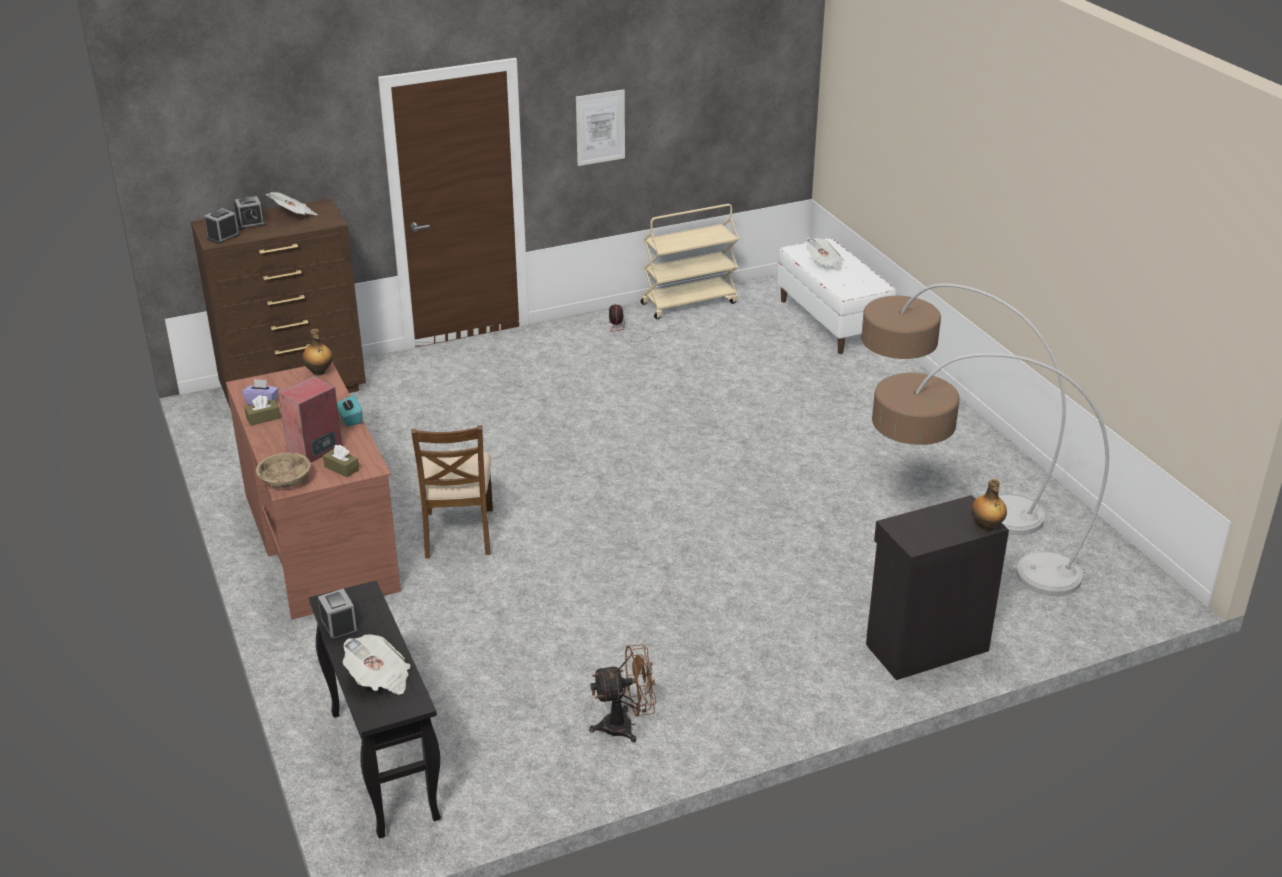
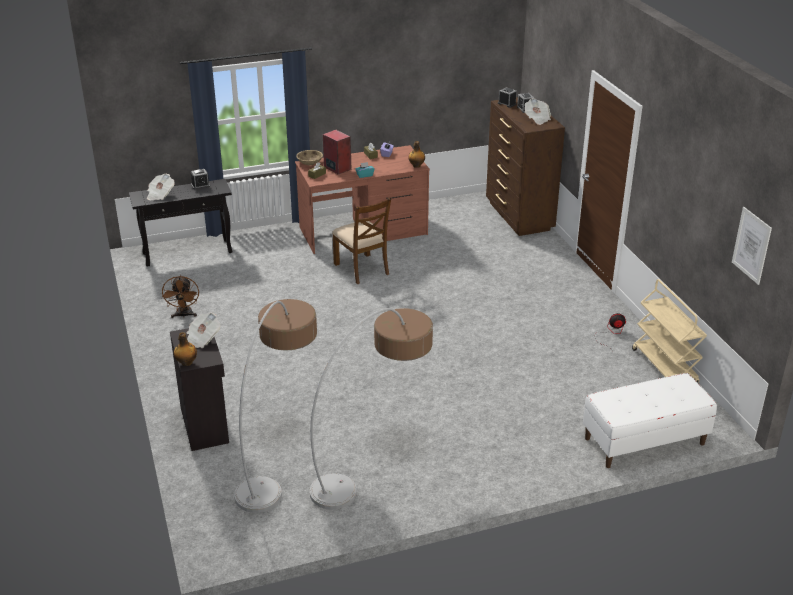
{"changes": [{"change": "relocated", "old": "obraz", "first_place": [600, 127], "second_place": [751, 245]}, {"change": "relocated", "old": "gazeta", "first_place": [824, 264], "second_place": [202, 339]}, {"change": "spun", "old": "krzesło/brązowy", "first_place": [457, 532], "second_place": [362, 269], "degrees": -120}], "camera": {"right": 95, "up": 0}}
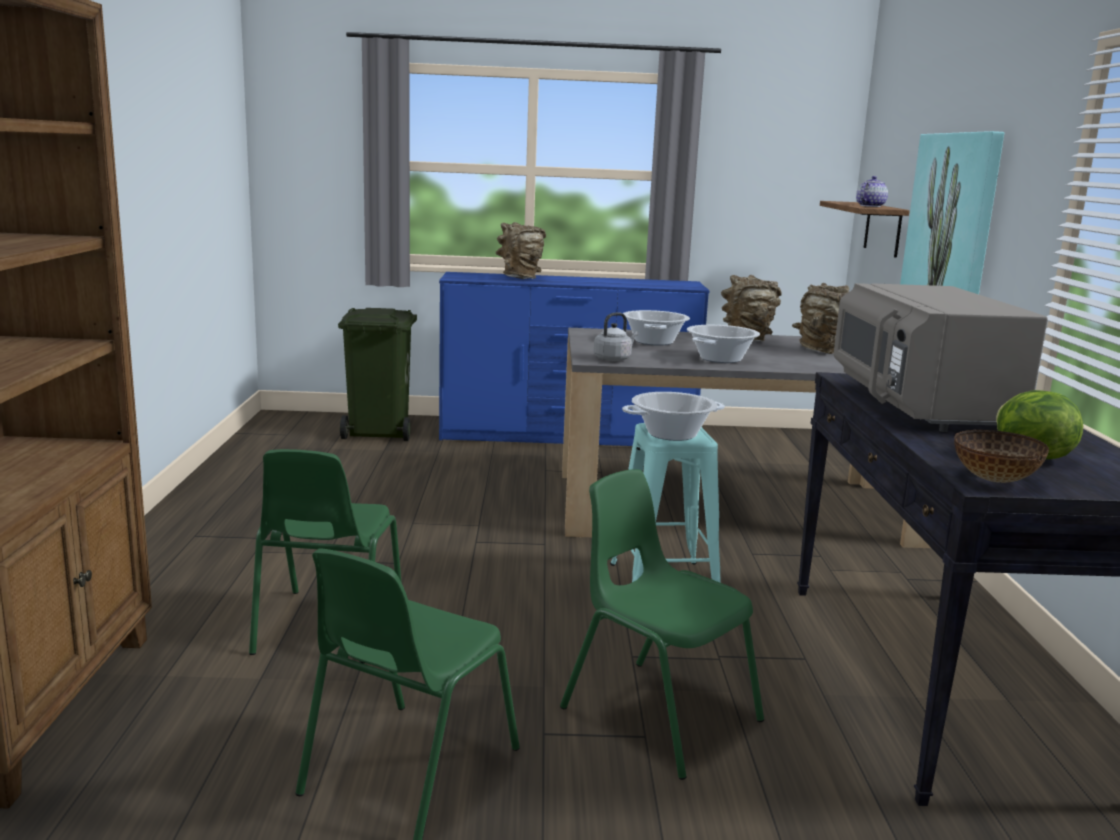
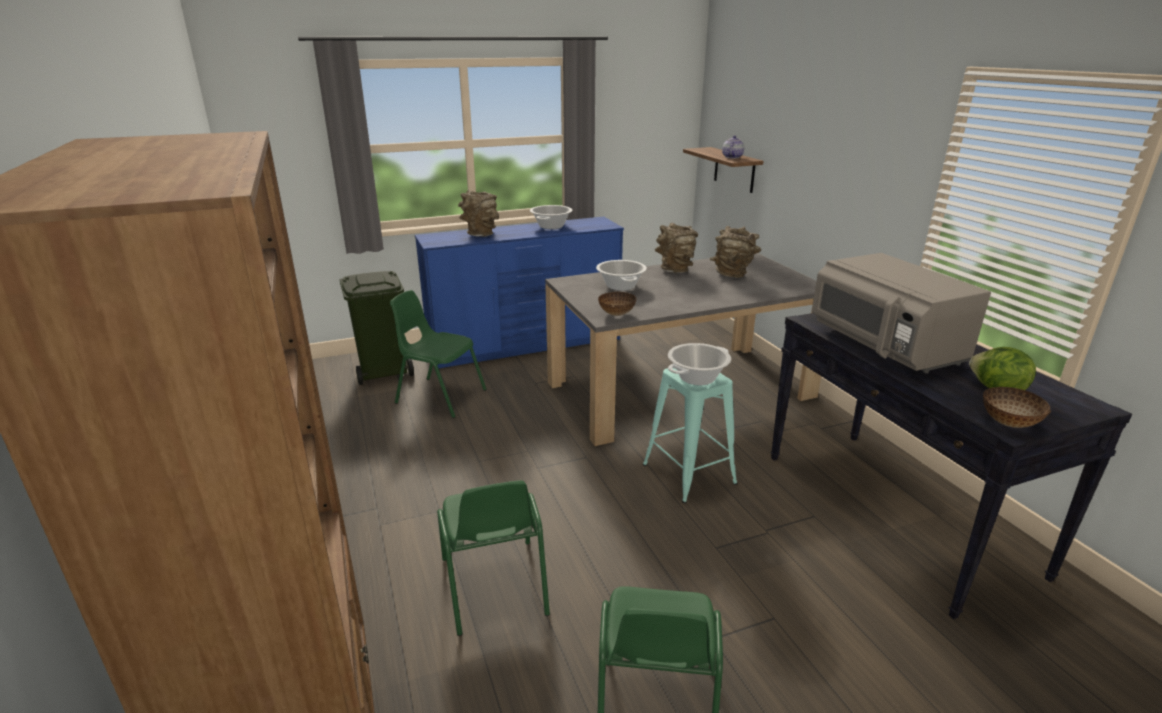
{"changes": [{"change": "missing", "old": "obraz", "first_place": [952, 224]}, {"change": "exchanged", "old": "czajnik/szary", "new": "miska", "first_place": [614, 359], "second_place": [616, 314]}, {"change": "relocated", "old": "garnek", "first_place": [720, 359], "second_place": [551, 226]}, {"change": "relocated", "old": "krzesło/zielony", "first_place": [658, 713], "second_place": [440, 396]}], "camera": {"right": -20, "up": 10}}
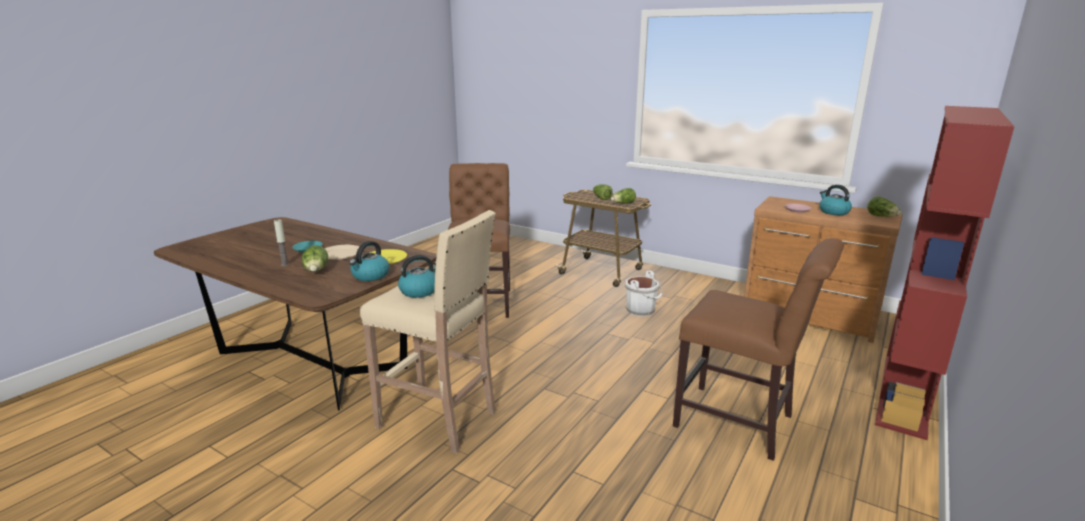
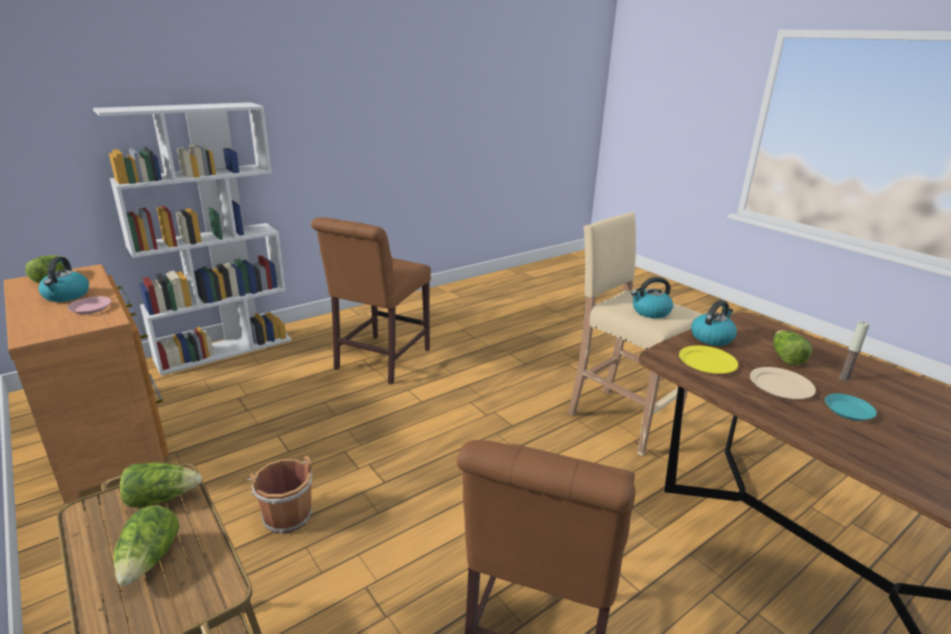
{"changes": [{"change": "colour", "old": "regał/czerwony", "new": "regał/biały", "first_place": [905, 394], "second_place": [225, 349]}, {"change": "spun", "old": "krzesło/brązowy", "first_place": [740, 423], "second_place": [379, 361], "degrees": -120}, {"change": "colour", "old": "wiadro/biały", "new": "wiadro/brązowy", "first_place": [641, 310], "second_place": [286, 515]}], "camera": {"right": -160, "up": 5}}
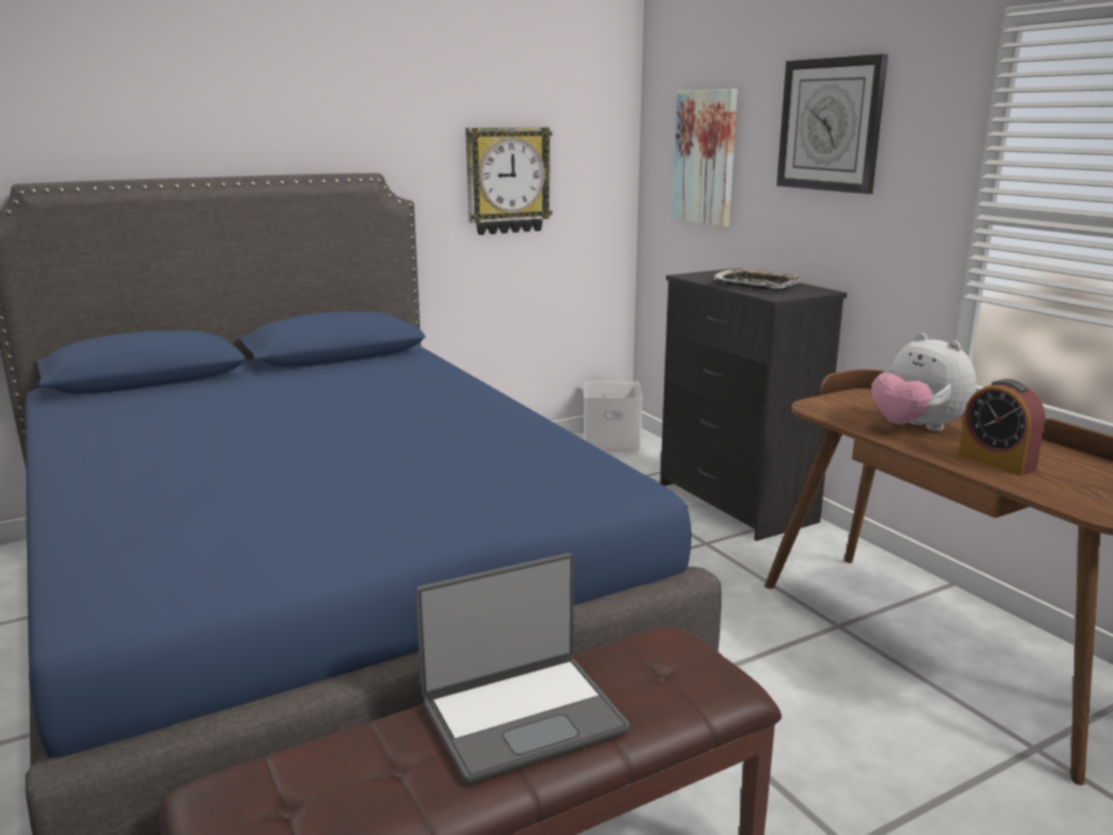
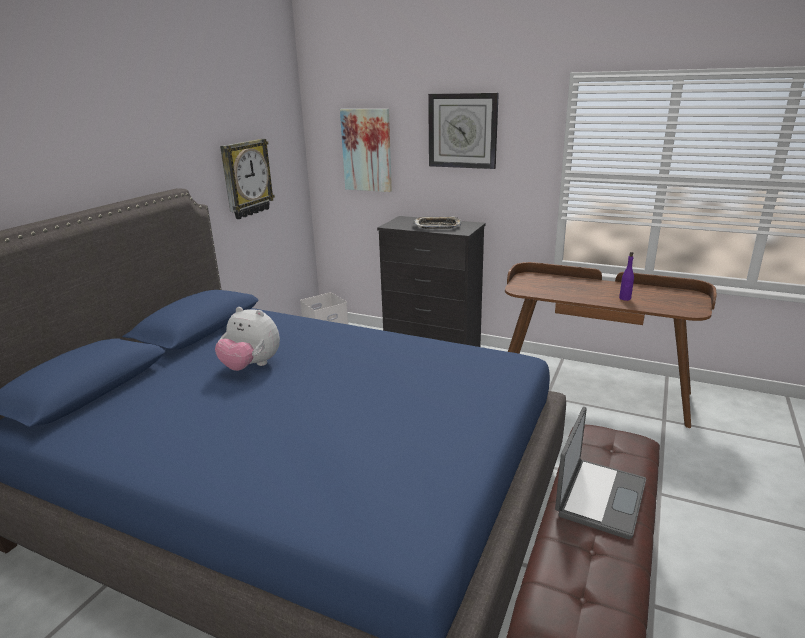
{"changes": [{"change": "relocated", "old": "pluszak", "first_place": [916, 428], "second_place": [251, 366]}, {"change": "exchanged", "old": "budzik", "new": "butelka/fioletowy", "first_place": [996, 462], "second_place": [625, 298]}], "camera": {"right": -35, "up": 5}}
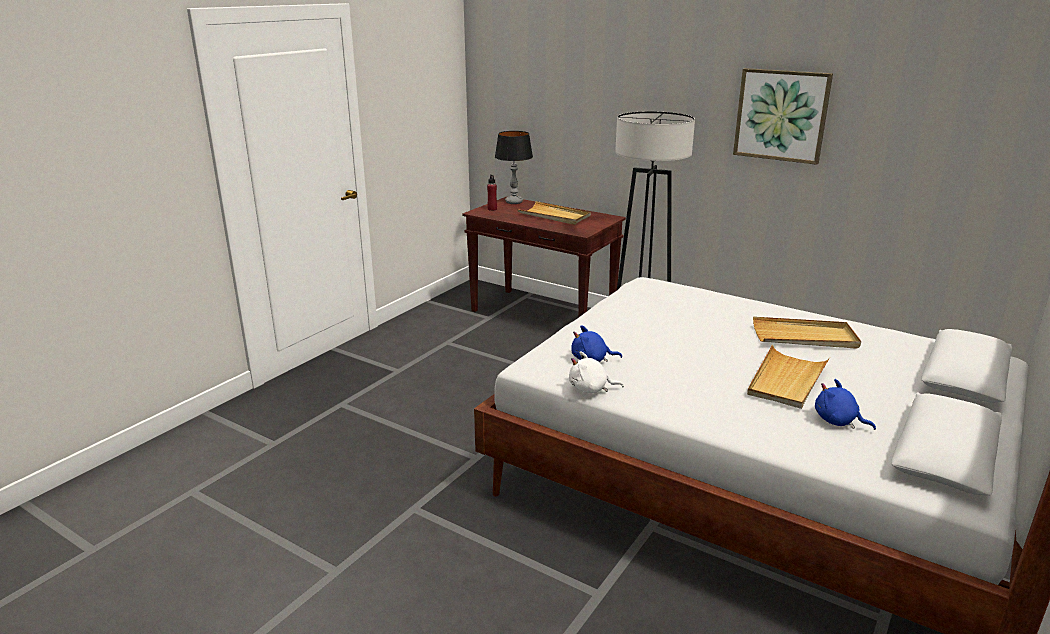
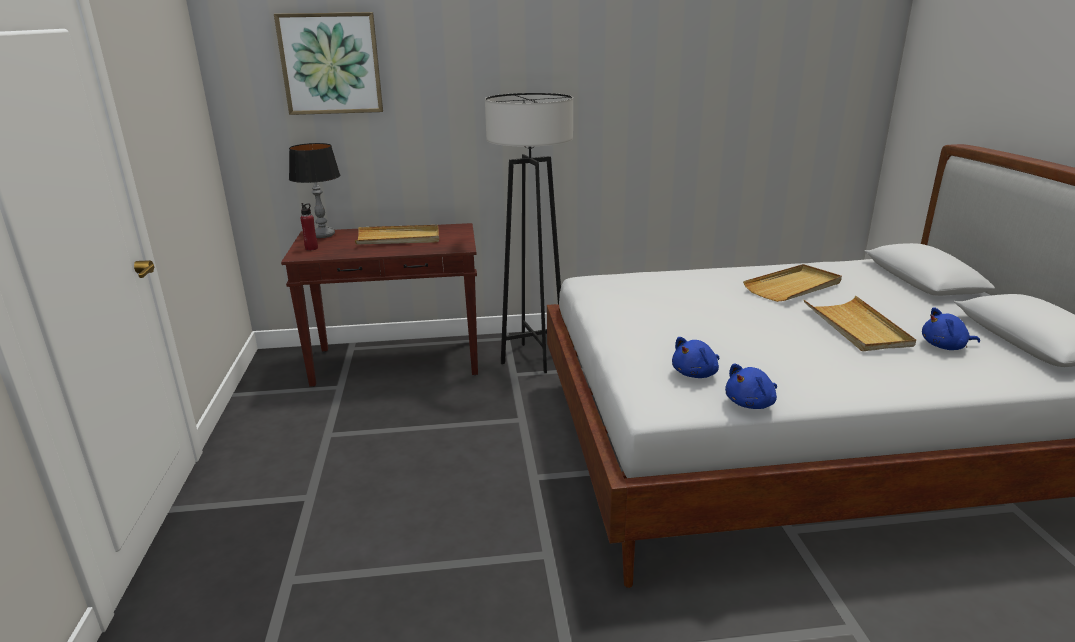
{"changes": [{"change": "relocated", "old": "obraz", "first_place": [781, 115], "second_place": [331, 64]}, {"change": "colour", "old": "pluszak/biały", "new": "pluszak/niebieski", "first_place": [591, 389], "second_place": [751, 403]}], "camera": {"right": -40, "up": 0}}
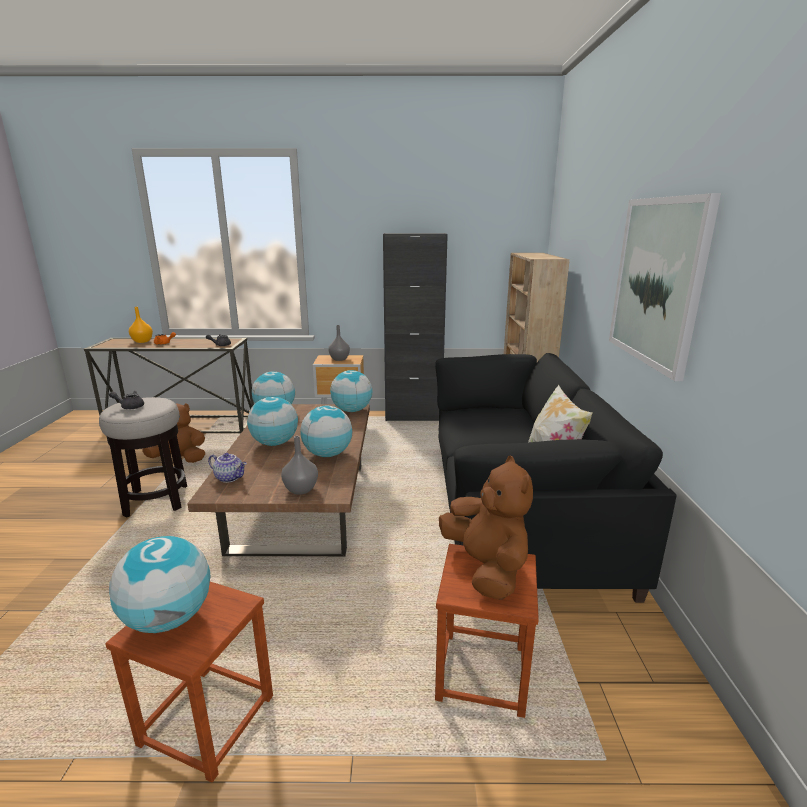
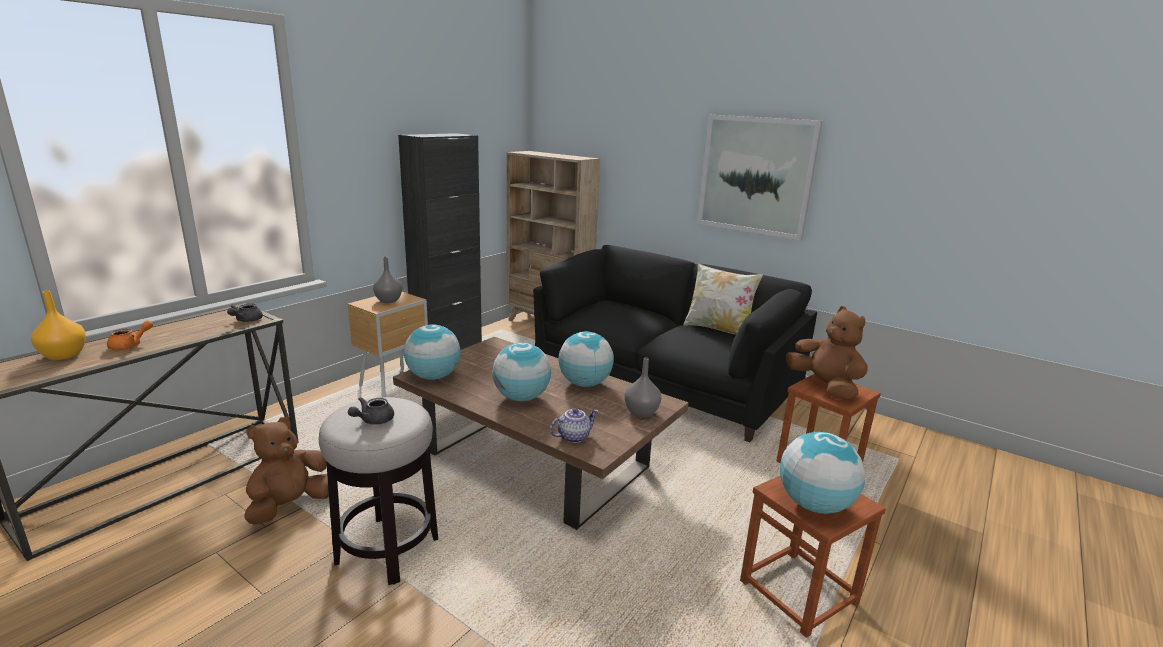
{"changes": [{"change": "missing", "old": "globus", "first_place": [352, 410]}, {"change": "spun", "old": "pluszak/brązowy", "first_place": [486, 568], "second_place": [825, 387], "degrees": 45}], "camera": {"right": -55, "up": 0}}
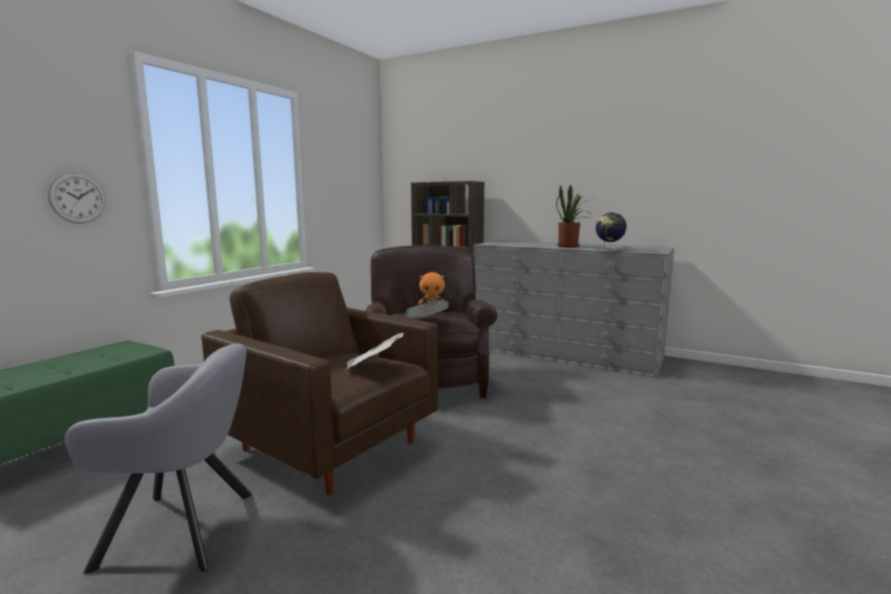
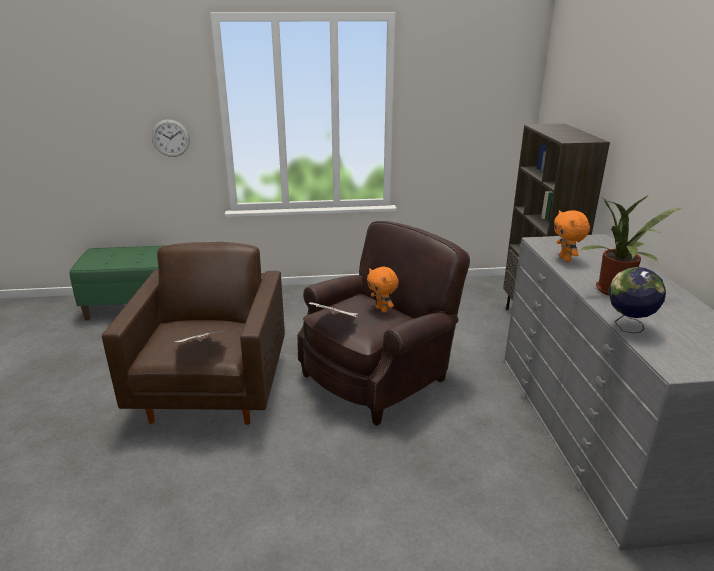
{"changes": [{"change": "missing", "old": "fotel/szary", "first_place": [186, 529]}, {"change": "appeared", "new": "pluszak/pomarańczowy", "second_place": [565, 259]}], "camera": {"right": 55, "up": 15}}
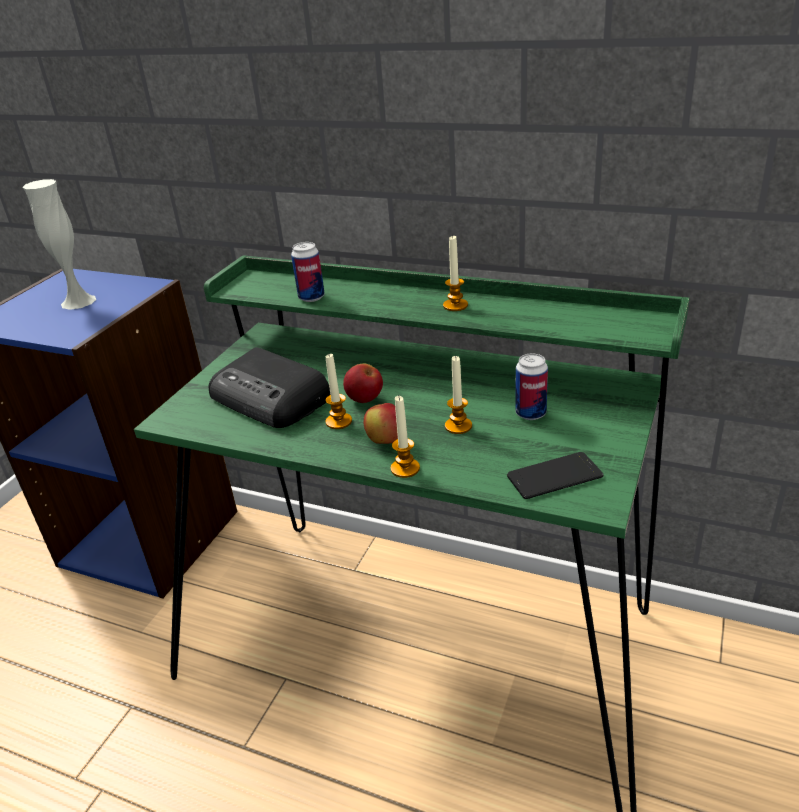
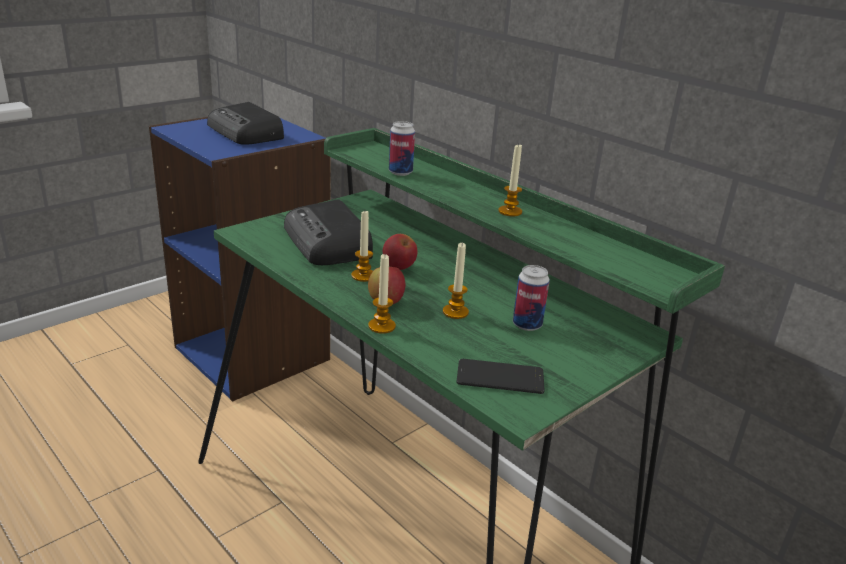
{"changes": [{"change": "exchanged", "old": "wazon/biały", "new": "radio", "first_place": [78, 301], "second_place": [246, 133]}], "camera": {"right": 20, "up": -5}}
